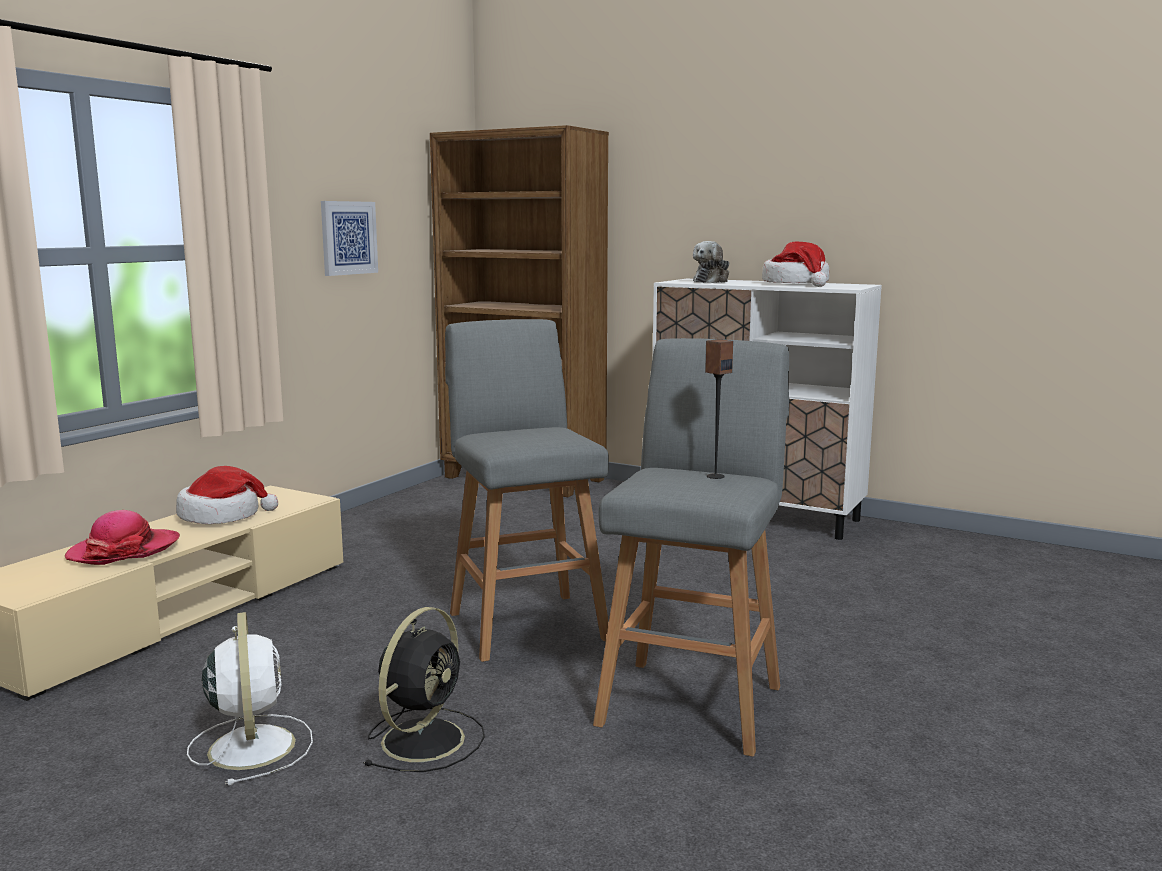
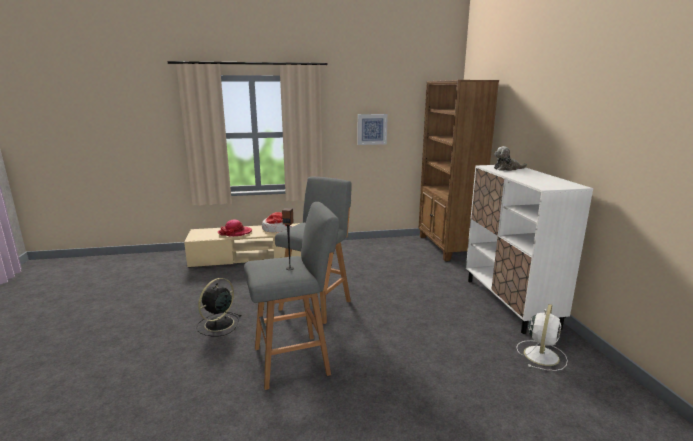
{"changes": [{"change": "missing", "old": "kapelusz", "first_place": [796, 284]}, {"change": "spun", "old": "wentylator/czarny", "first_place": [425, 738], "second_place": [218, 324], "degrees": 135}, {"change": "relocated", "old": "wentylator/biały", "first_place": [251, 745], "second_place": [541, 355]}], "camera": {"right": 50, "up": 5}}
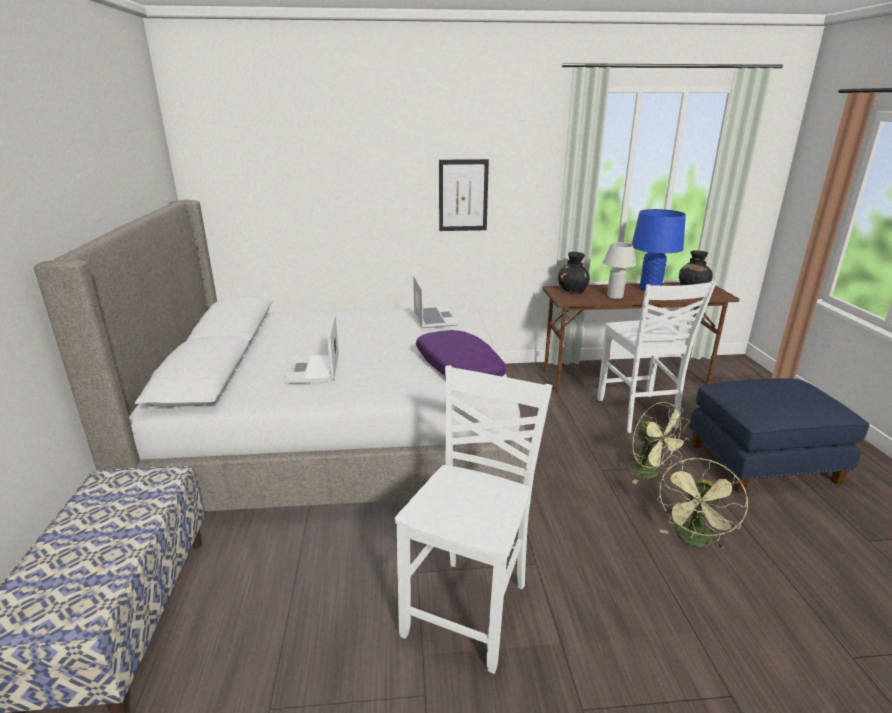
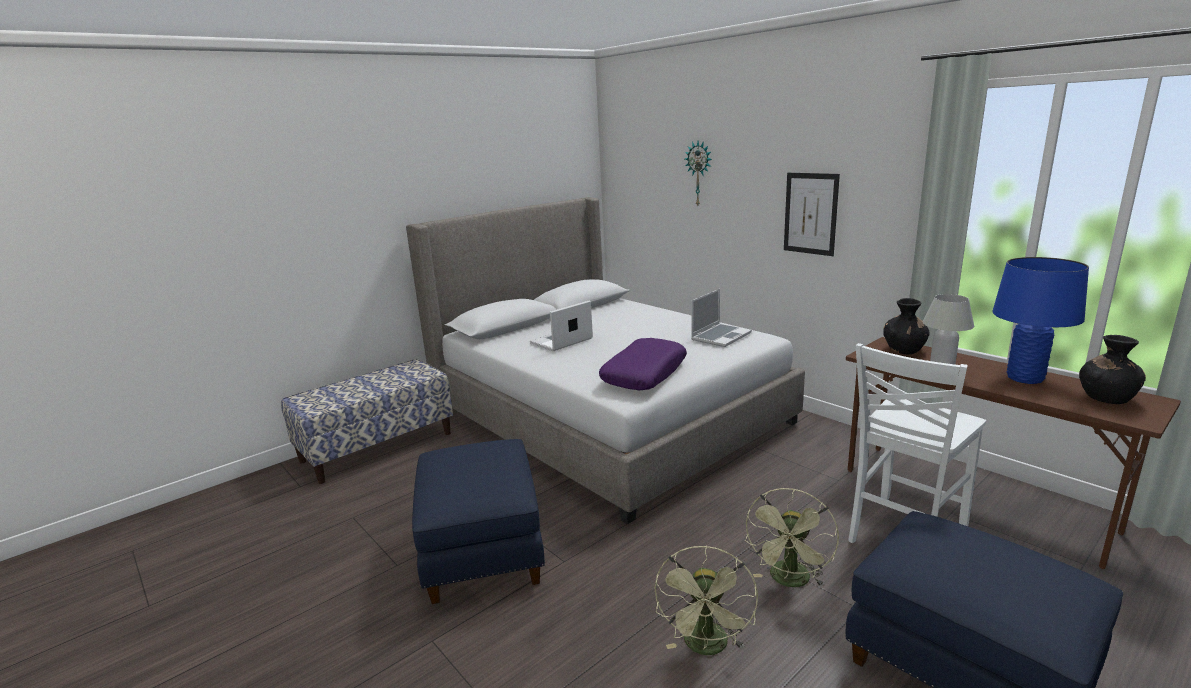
{"changes": [{"change": "exchanged", "old": "krzesło/biały", "new": "pufa/niebieski", "first_place": [470, 609], "second_place": [484, 550]}, {"change": "spun", "old": "wentylator/zielony", "first_place": [693, 541], "second_place": [707, 647], "degrees": -75}, {"change": "appeared", "new": "zegar ścienny", "second_place": [699, 173]}], "camera": {"right": 55, "up": -5}}
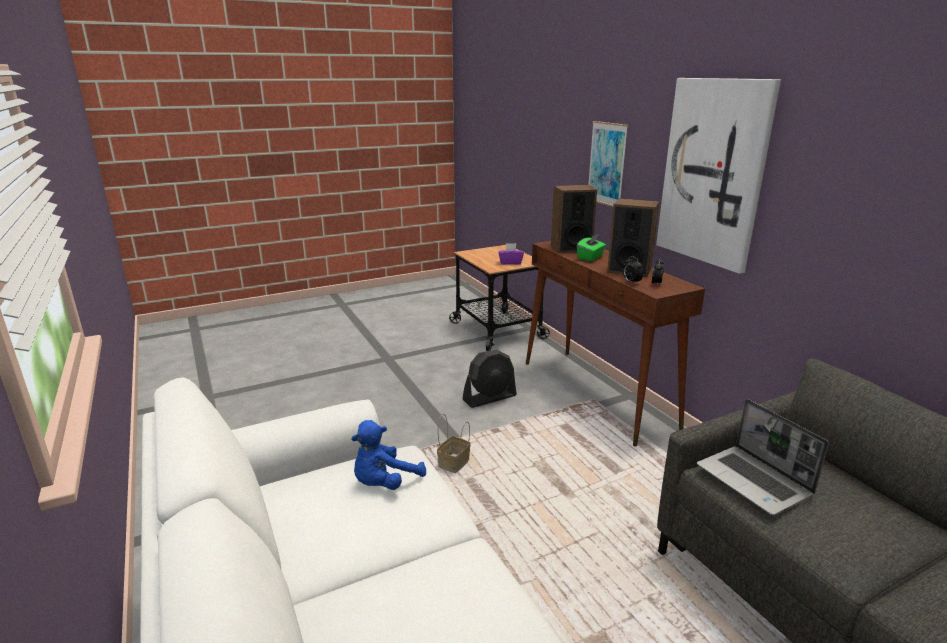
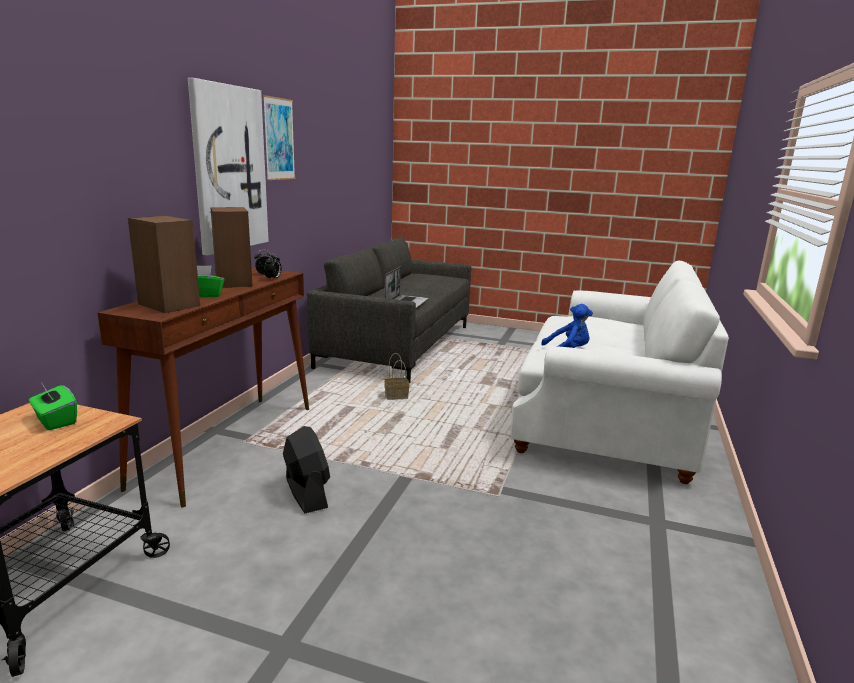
{"changes": [{"change": "relocated", "old": "obraz", "first_place": [607, 164], "second_place": [279, 139]}, {"change": "colour", "old": "pudełko chusteczek/fioletowy", "new": "pudełko chusteczek/zielony", "first_place": [510, 262], "second_place": [55, 421]}, {"change": "spun", "old": "wentylator/czarny", "first_place": [490, 398], "second_place": [306, 493], "degrees": 45}, {"change": "relocated", "old": "koszyk", "first_place": [454, 464], "second_place": [397, 396]}], "camera": {"right": -135, "up": -5}}
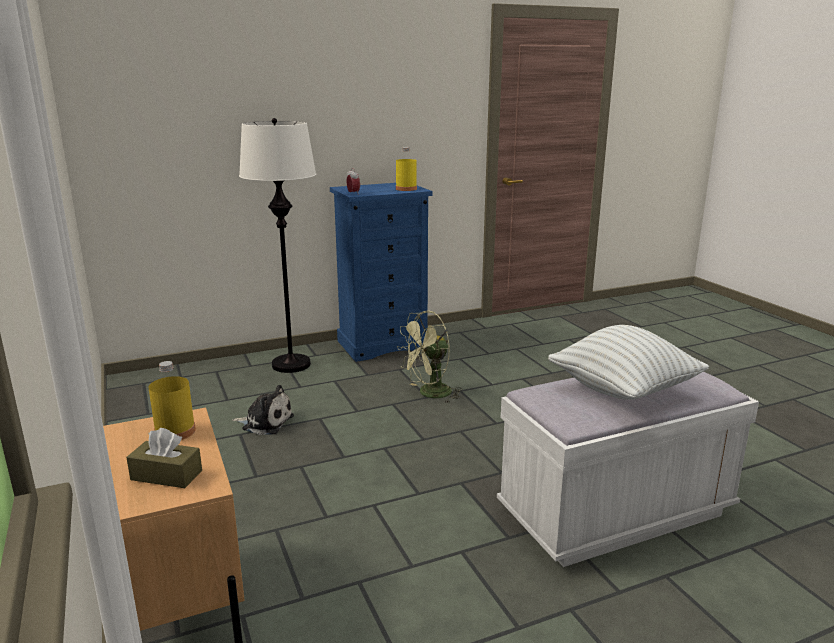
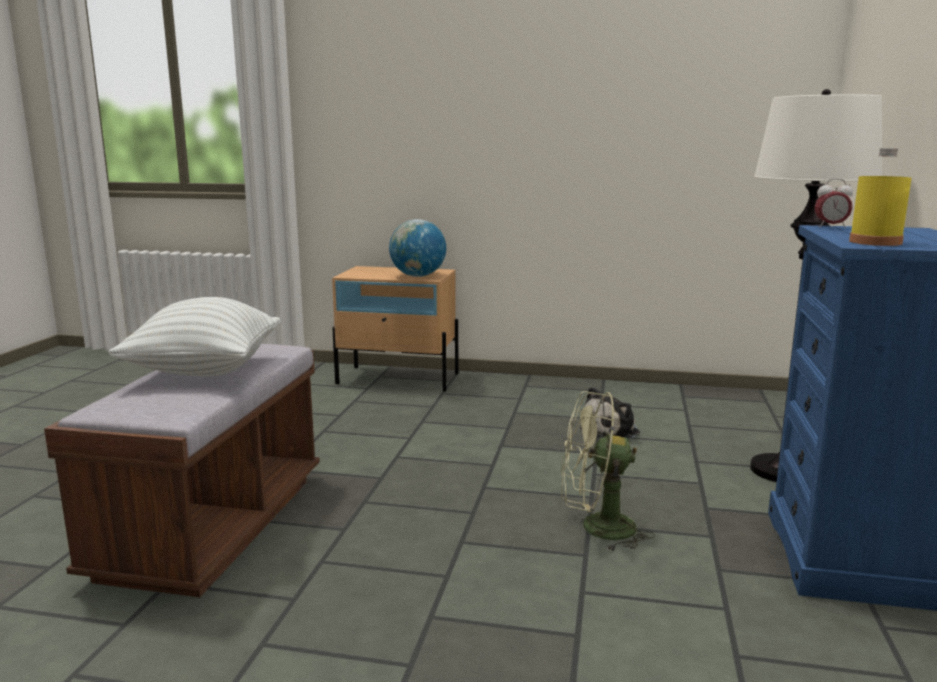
{"changes": [{"change": "spun", "old": "wentylator/zielony", "first_place": [429, 394], "second_place": [596, 528], "degrees": -90}, {"change": "exchanged", "old": "butelka/żółty", "new": "globus", "first_place": [175, 431], "second_place": [418, 276]}, {"change": "colour", "old": "ławka/biały", "new": "ławka/brązowy", "first_place": [616, 513], "second_place": [213, 526]}, {"change": "missing", "old": "pudełko chusteczek/brązowy", "first_place": [166, 475]}], "camera": {"right": 125, "up": -5}}
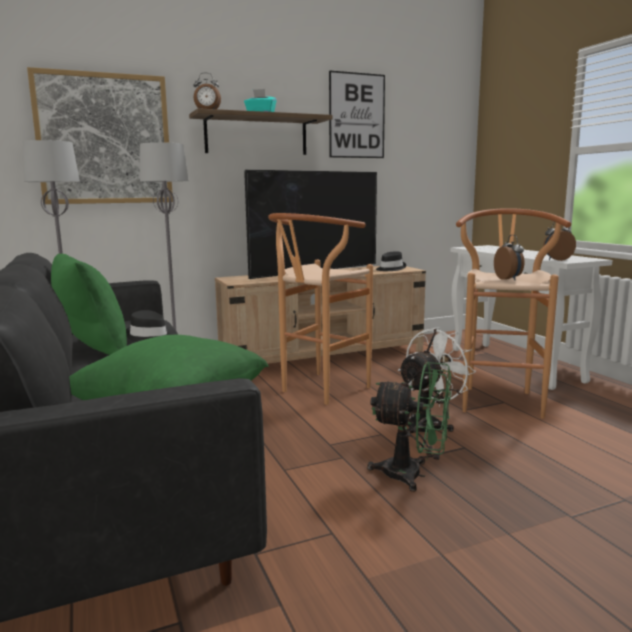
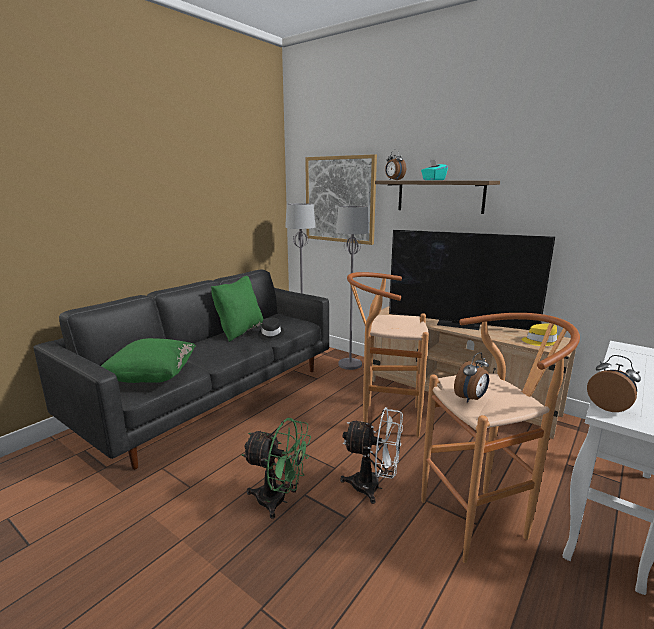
{"changes": [{"change": "missing", "old": "obraz", "first_place": [357, 116]}, {"change": "colour", "old": "kapelusz/czarny", "new": "kapelusz/żółty", "first_place": [390, 269], "second_place": [540, 341]}, {"change": "spun", "old": "wentylator/zielony", "first_place": [413, 475], "second_place": [279, 501], "degrees": -60}], "camera": {"right": 60, "up": 5}}
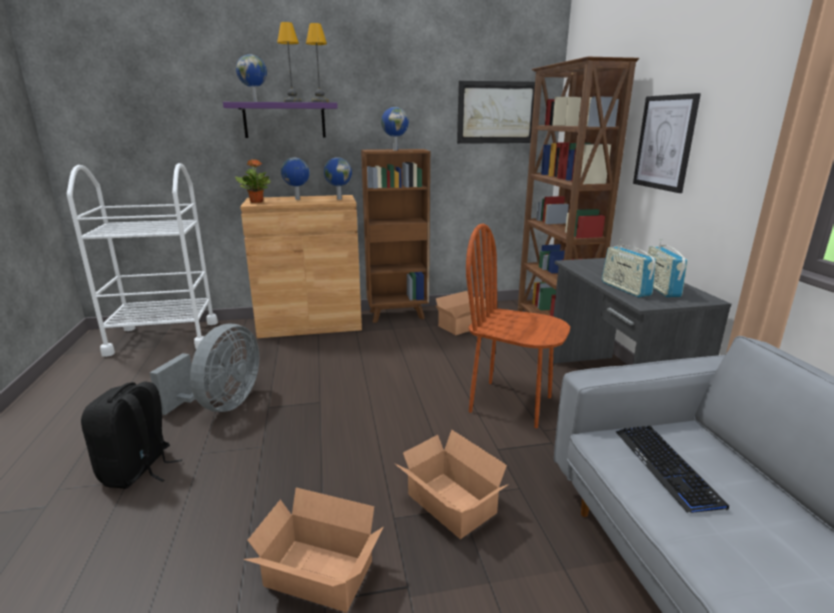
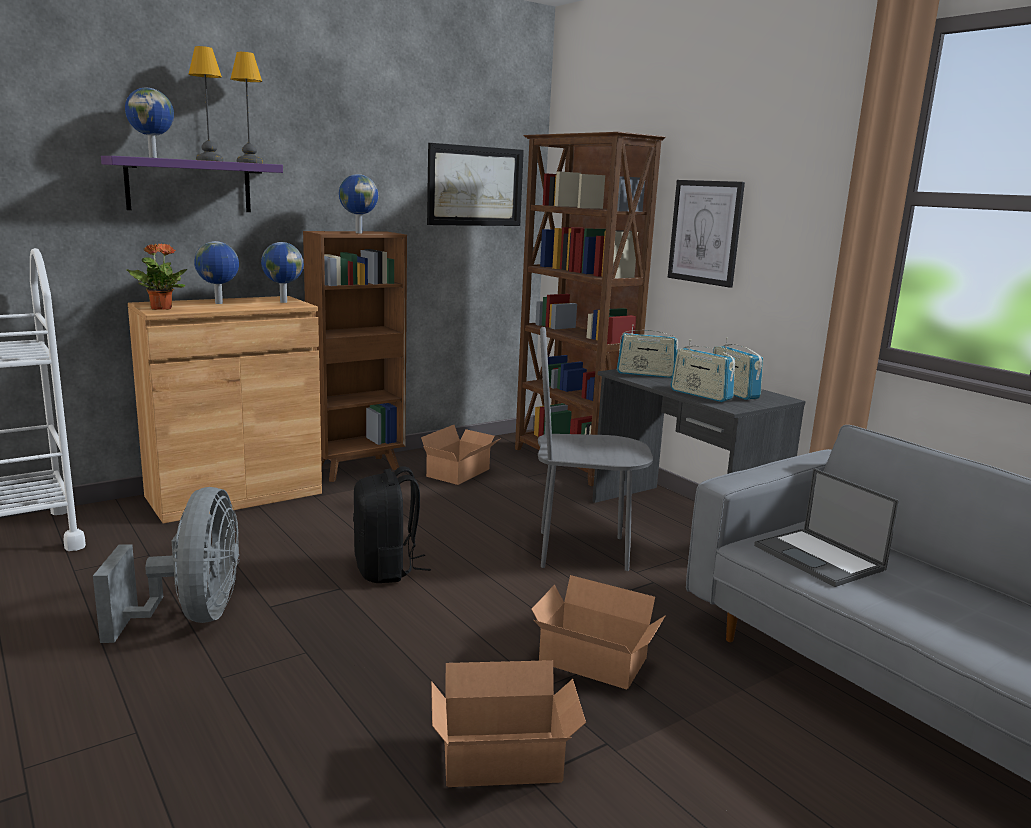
{"changes": [{"change": "colour", "old": "krzesło/brązowy", "new": "krzesło/szary", "first_place": [511, 404], "second_place": [582, 551]}, {"change": "relocated", "old": "plecak/czarny", "first_place": [138, 470], "second_place": [386, 569]}, {"change": "exchanged", "old": "klawiatura", "new": "laptop", "first_place": [666, 467], "second_place": [820, 558]}, {"change": "appeared", "new": "radio", "second_place": [645, 374]}], "camera": {"right": -25, "up": -5}}
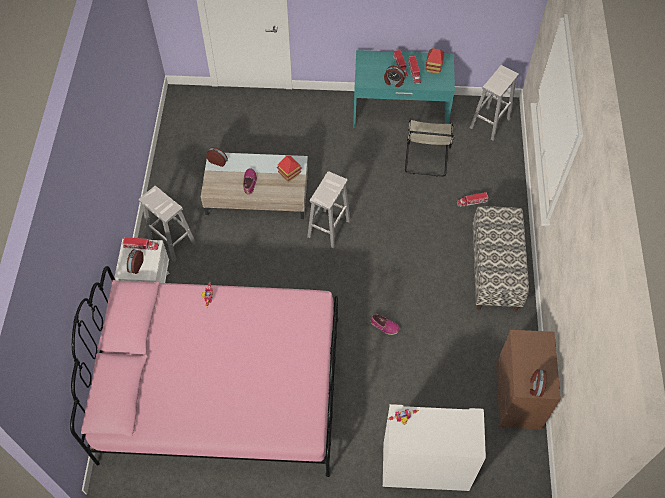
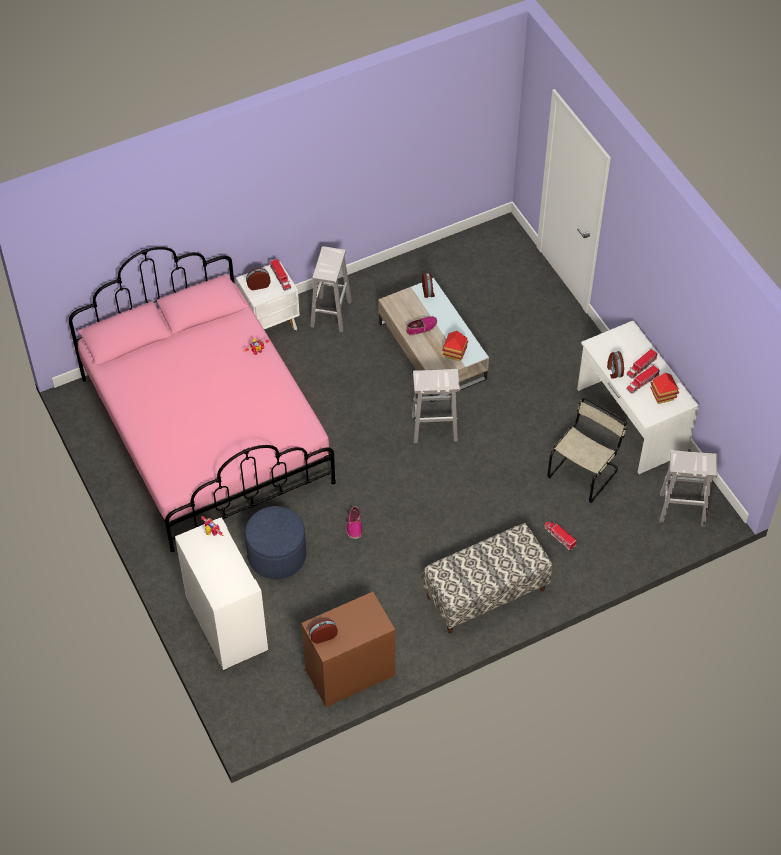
{"changes": [{"change": "colour", "old": "biurko/turkusowy", "new": "biurko/biały", "first_place": [400, 113], "second_place": [630, 421]}, {"change": "spun", "old": "krzesło/beżowy", "first_place": [426, 159], "second_place": [584, 472], "degrees": 150}, {"change": "appeared", "new": "pufa/niebieski", "second_place": [277, 555]}], "camera": {"right": 60, "up": -5}}
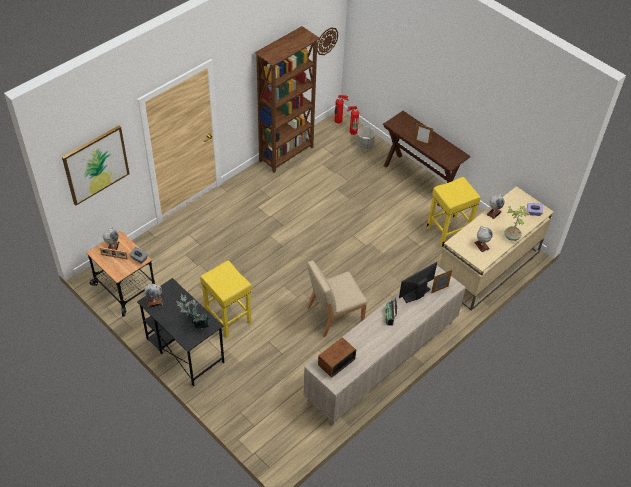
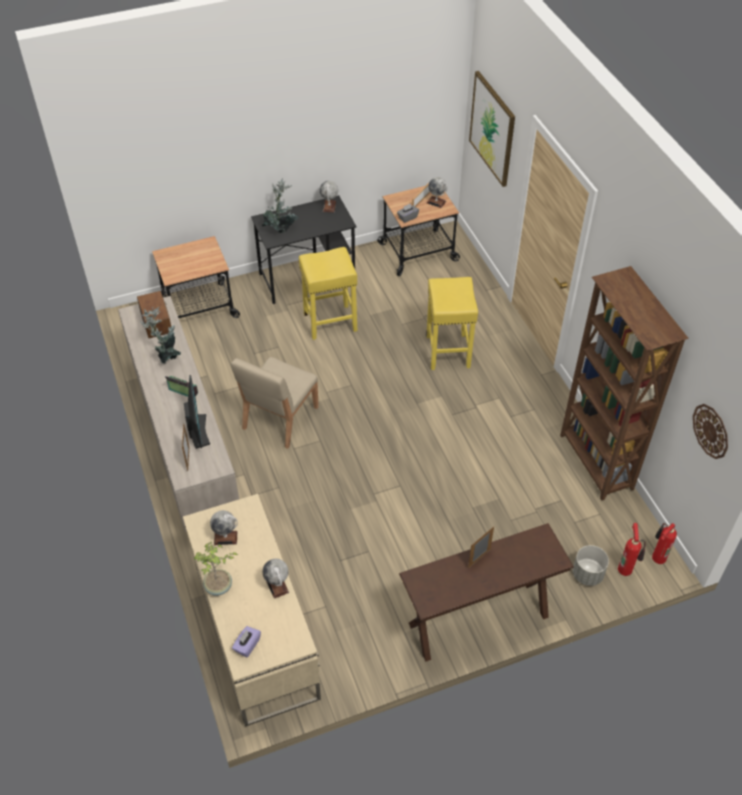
{"changes": [{"change": "relocated", "old": "stołek/żółty", "first_place": [448, 231], "second_place": [448, 352]}, {"change": "spun", "old": "krzesło/beżowy", "first_place": [334, 314], "second_place": [279, 418], "degrees": -150}, {"change": "appeared", "new": "wózek", "second_place": [198, 307]}, {"change": "appeared", "new": "roślina doniczkowa", "second_place": [167, 356]}], "camera": {"right": 115, "up": 0}}
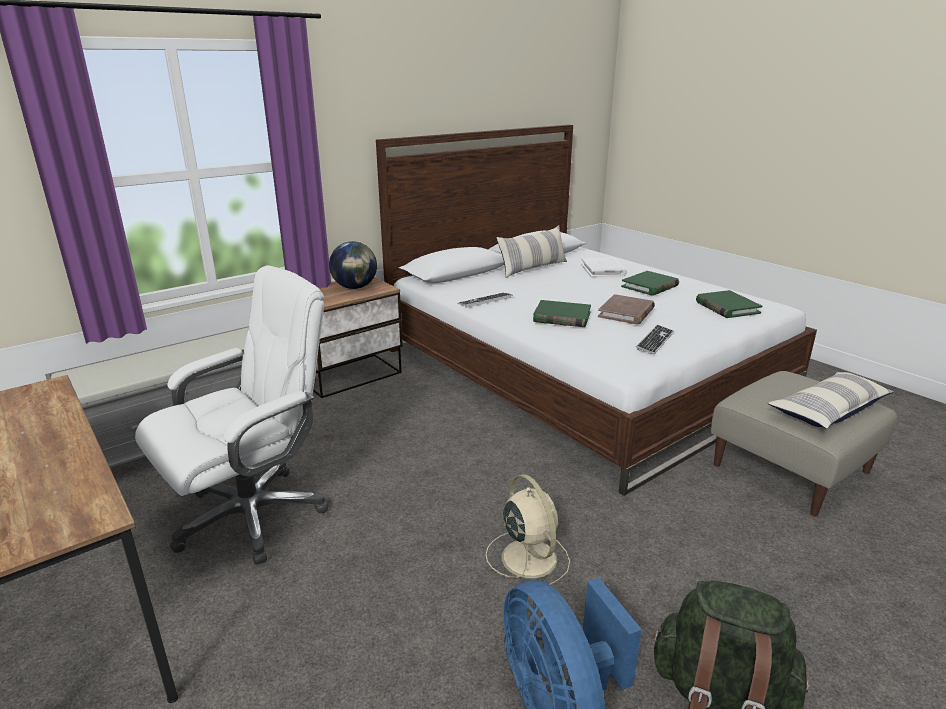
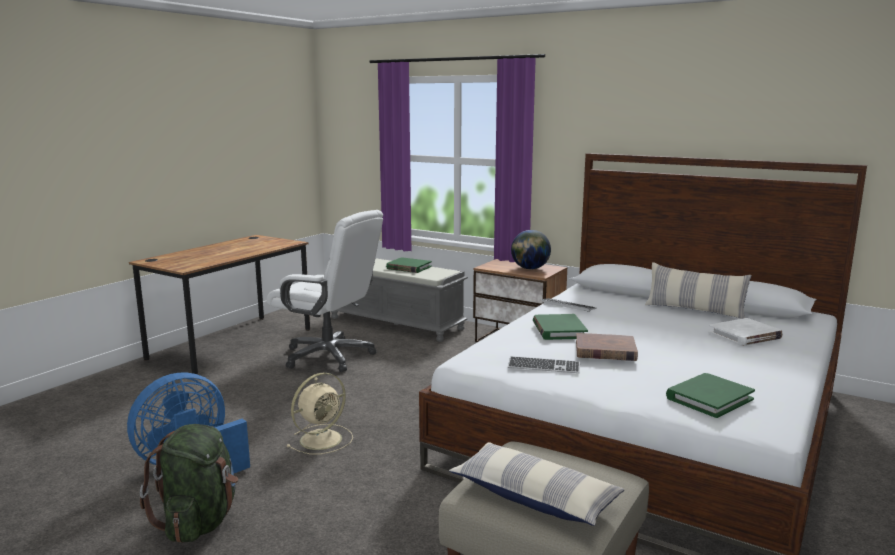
{"changes": [{"change": "relocated", "old": "książka/zielony", "first_place": [650, 286], "second_place": [408, 267]}], "camera": {"right": 70, "up": -10}}
